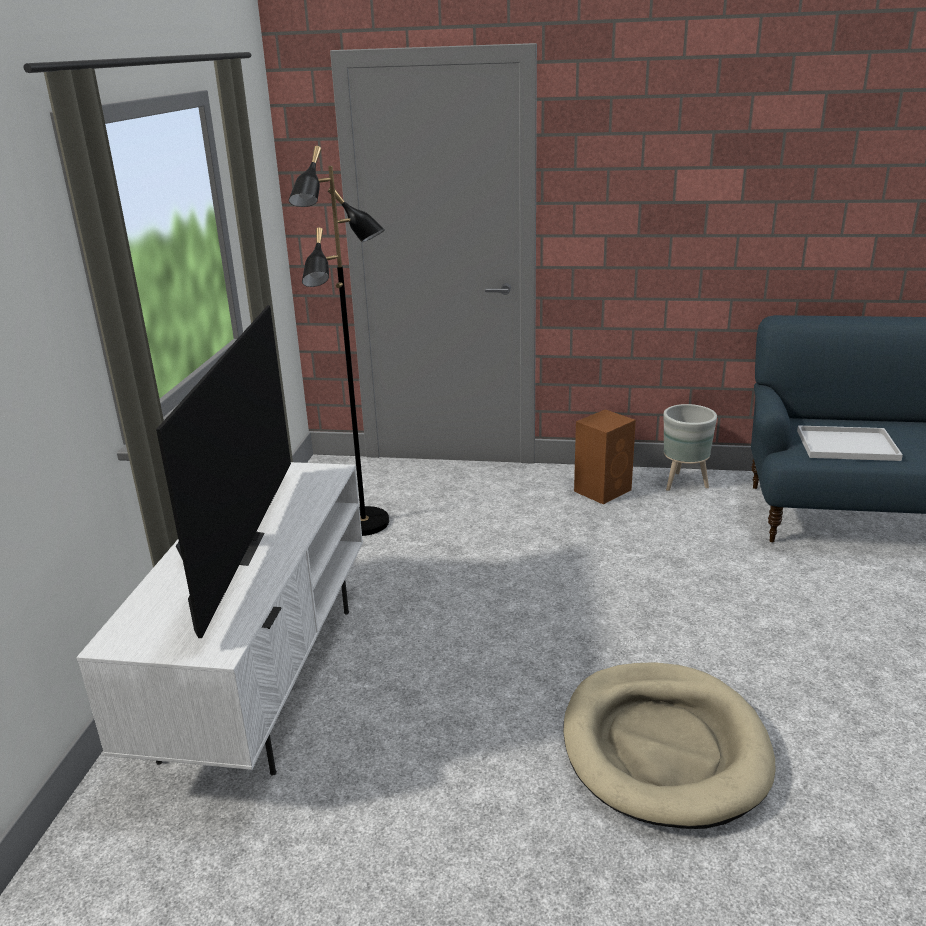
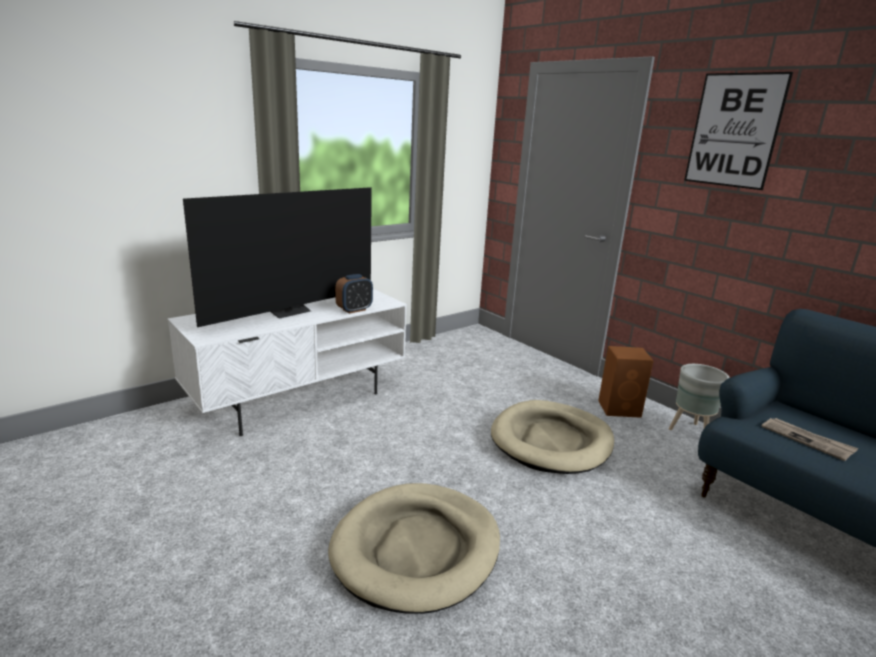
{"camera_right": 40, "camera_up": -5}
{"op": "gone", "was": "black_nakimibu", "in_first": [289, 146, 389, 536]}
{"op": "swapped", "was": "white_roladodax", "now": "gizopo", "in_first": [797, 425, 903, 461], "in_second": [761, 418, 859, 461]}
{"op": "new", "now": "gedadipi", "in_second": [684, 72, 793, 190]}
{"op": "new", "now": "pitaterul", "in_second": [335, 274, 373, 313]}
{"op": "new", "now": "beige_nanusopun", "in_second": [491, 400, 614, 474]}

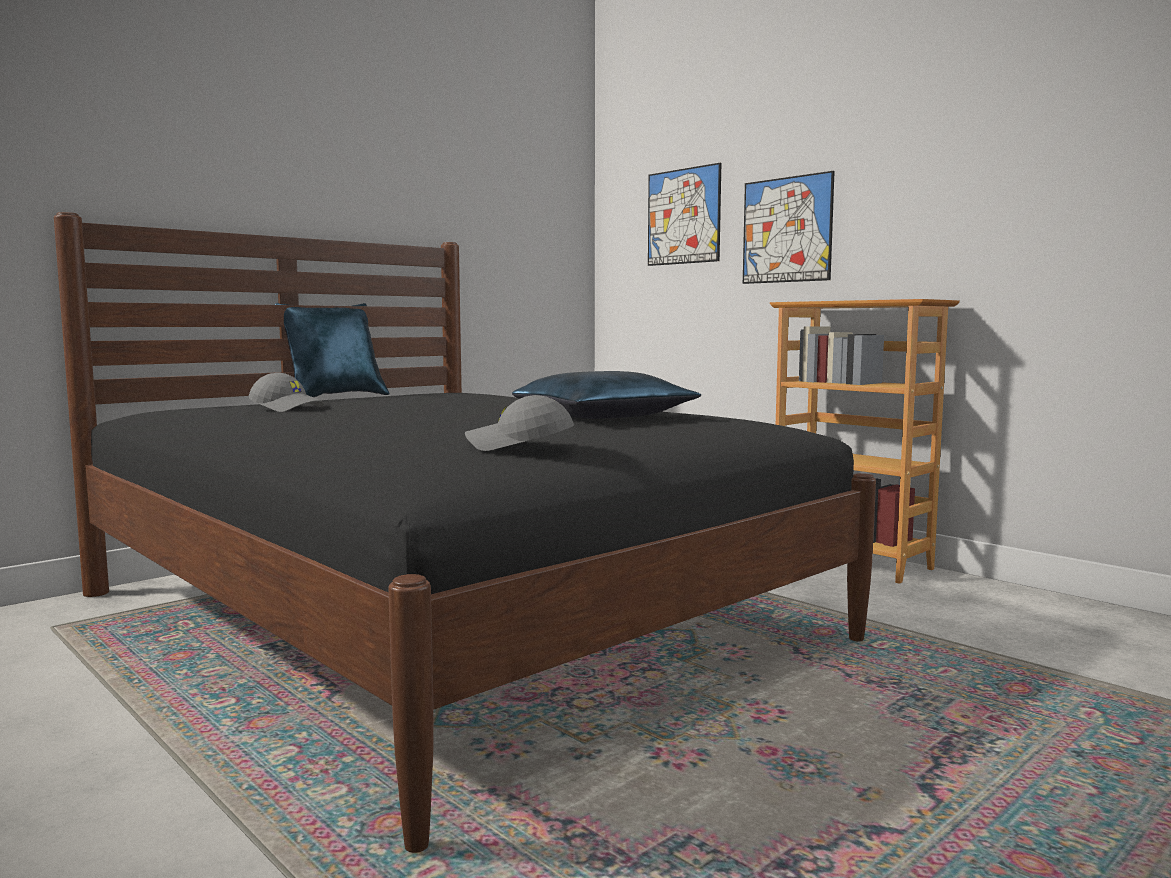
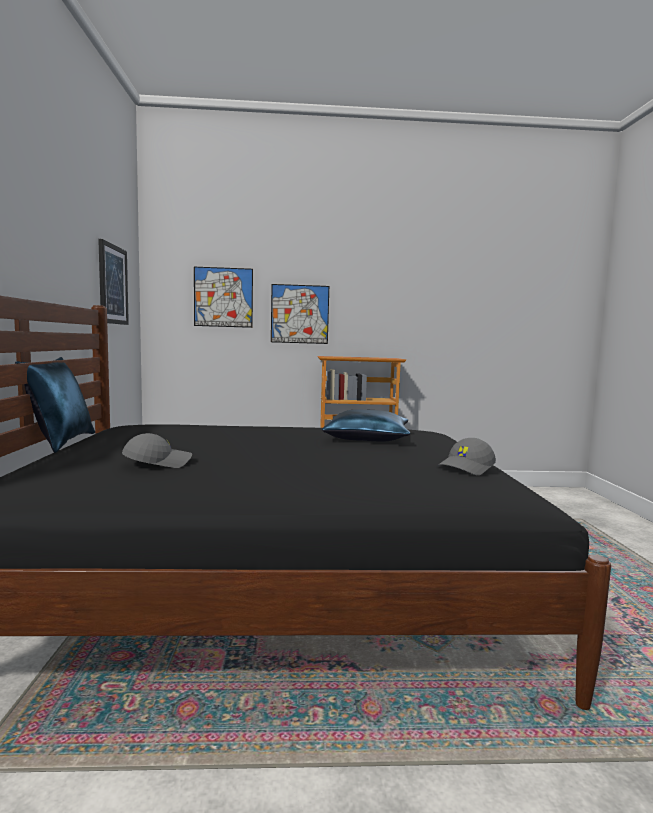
{"camera_right": -50, "camera_up": 0}
{"op": "new", "now": "gedadipi", "in_second": [98, 239, 129, 325]}

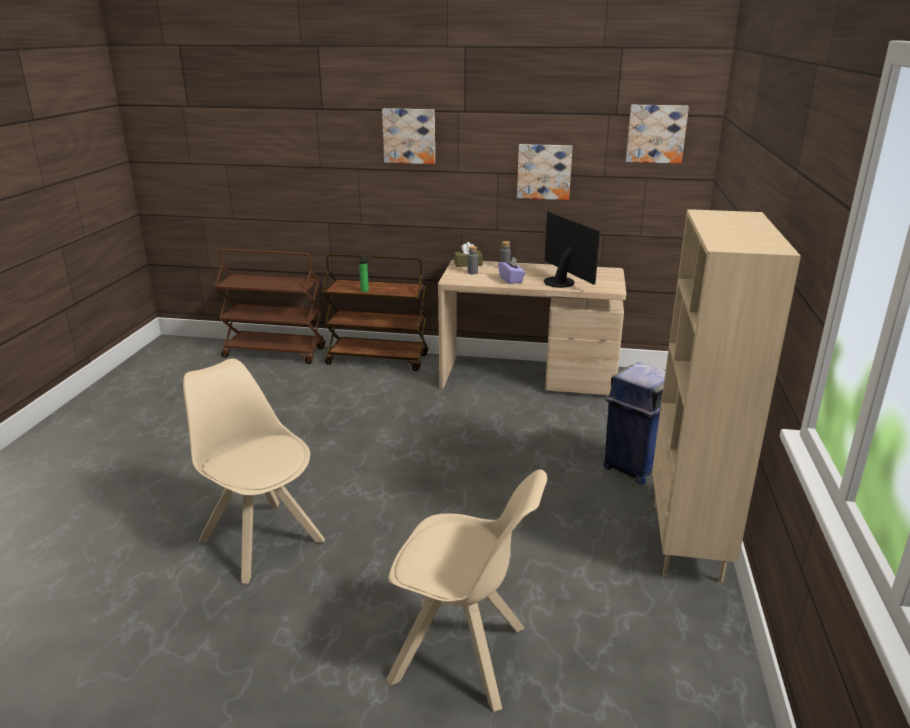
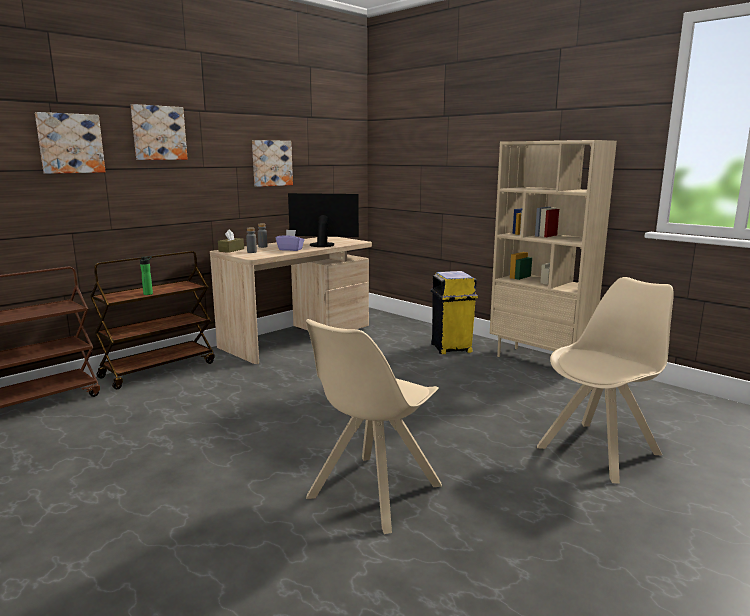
{"camera_right": -55, "camera_up": -10}
{"op": "shifted", "was": "gedadipi", "in_first": [626, 105, 689, 164], "in_second": [35, 112, 106, 174]}
{"op": "rotated", "was": "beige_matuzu", "in_first": [183, 359, 325, 584], "in_second": [306, 319, 442, 534], "clockwise": -45}
{"op": "repainted", "was": "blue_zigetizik", "now": "yellow_zigetizik", "in_first": [604, 362, 665, 484], "in_second": [431, 271, 478, 354]}

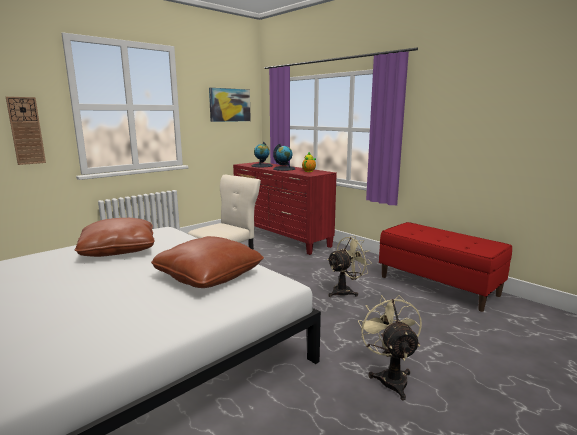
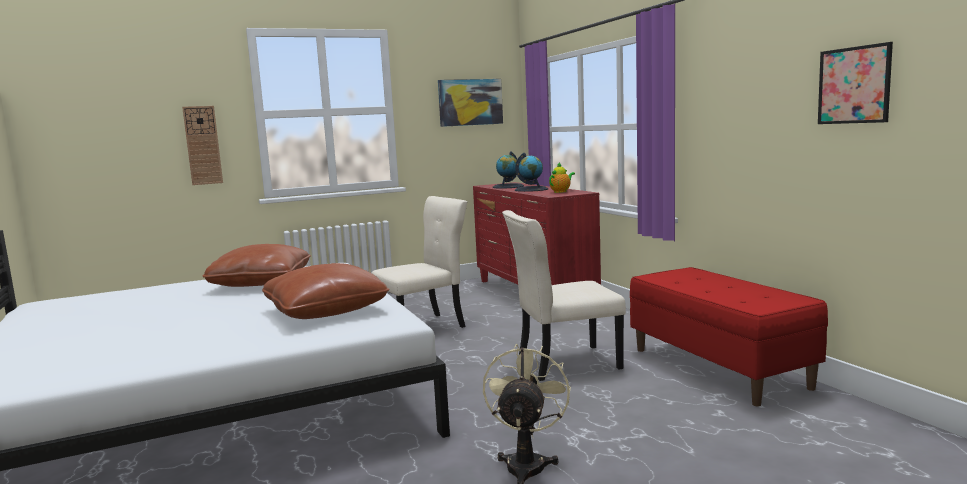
{"camera_right": 20, "camera_up": -5}
{"op": "swapped", "was": "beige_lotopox", "now": "beige_matuzu", "in_first": [327, 236, 372, 297], "in_second": [502, 210, 626, 381]}
{"op": "new", "now": "gedadipi", "in_second": [818, 42, 893, 124]}

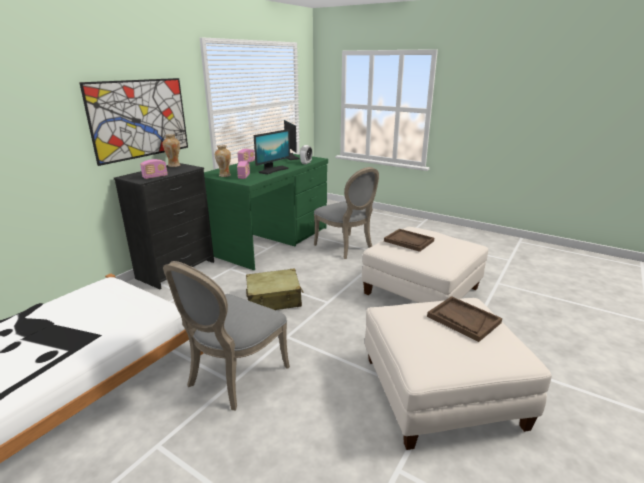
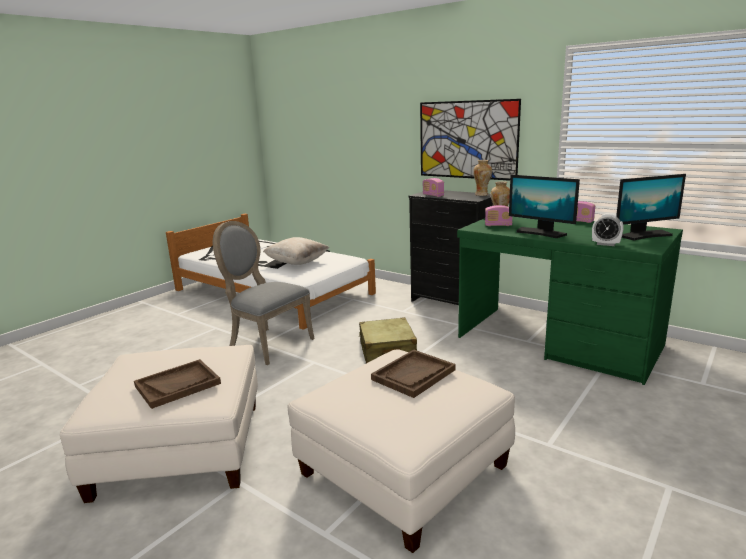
{"camera_right": 95, "camera_up": -5}
{"op": "gone", "was": "grey_matuzu", "in_first": [314, 167, 379, 259]}
{"op": "new", "now": "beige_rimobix", "in_second": [263, 237, 329, 265]}

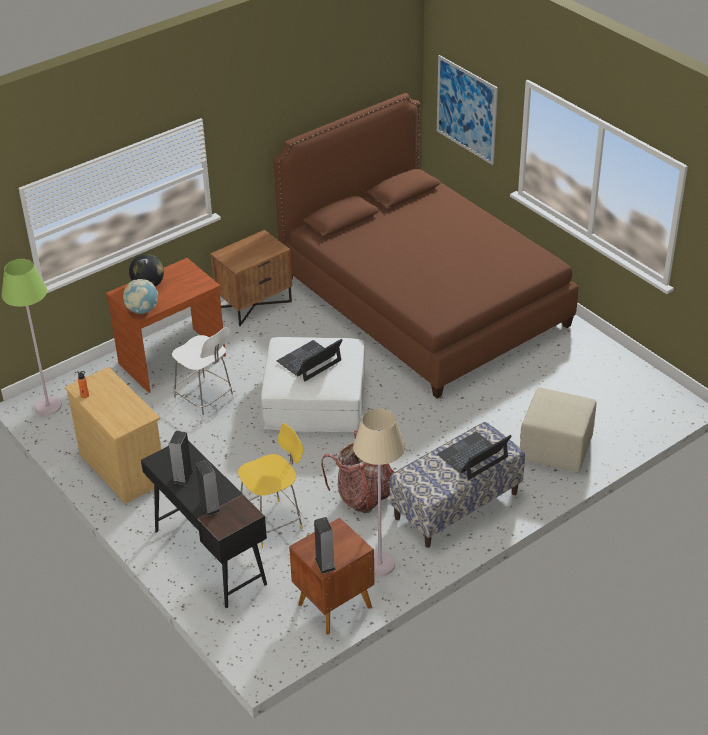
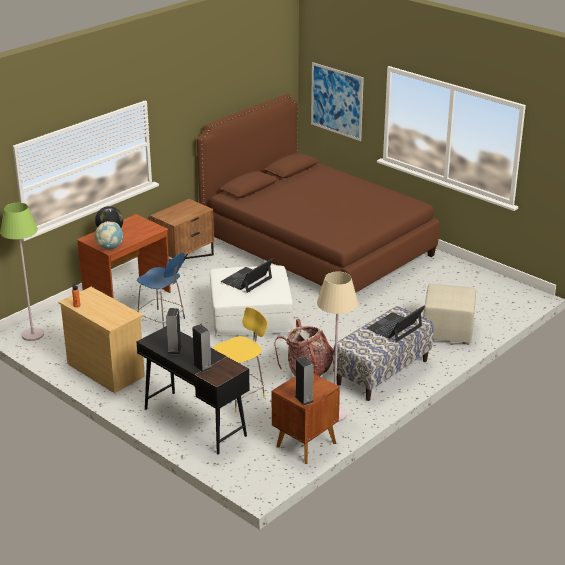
{"camera_right": -10, "camera_up": -10}
{"op": "repainted", "was": "white_matuzu", "now": "blue_matuzu", "in_first": [172, 327, 234, 420], "in_second": [137, 253, 185, 328]}

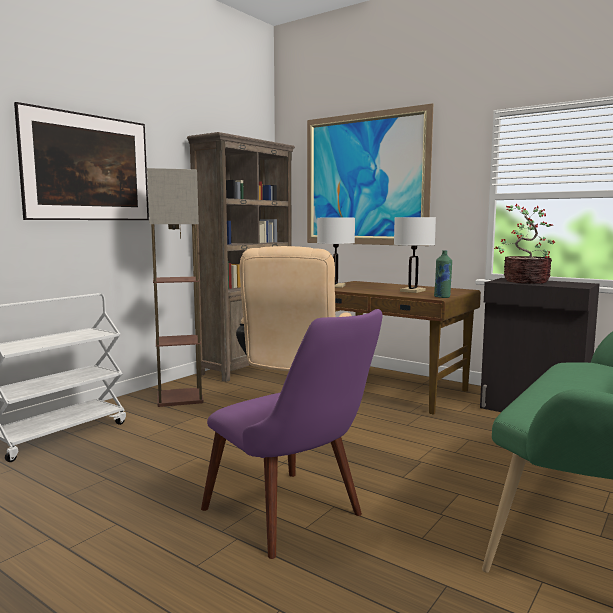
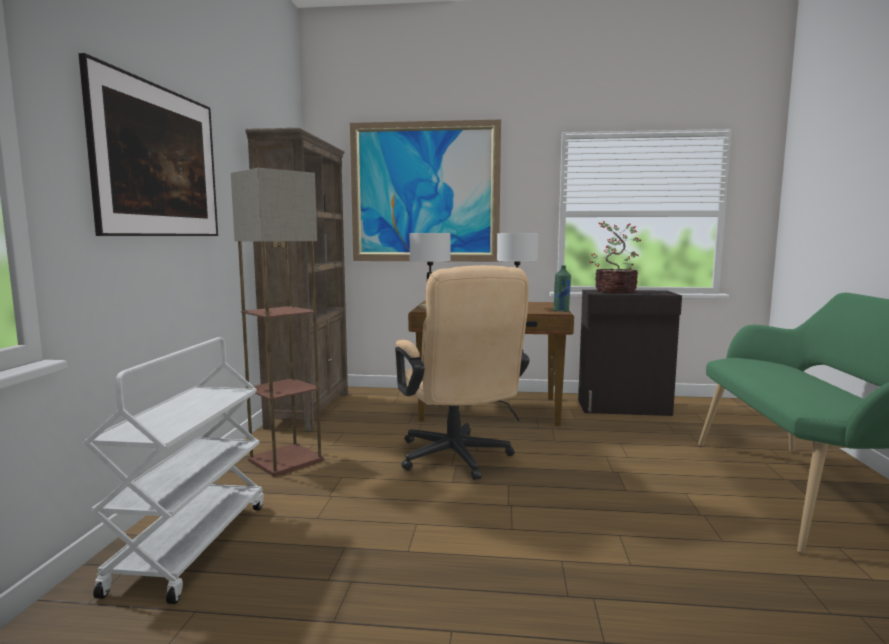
{"camera_right": -30, "camera_up": 0}
{"op": "gone", "was": "purple_matuzu", "in_first": [201, 309, 383, 559]}

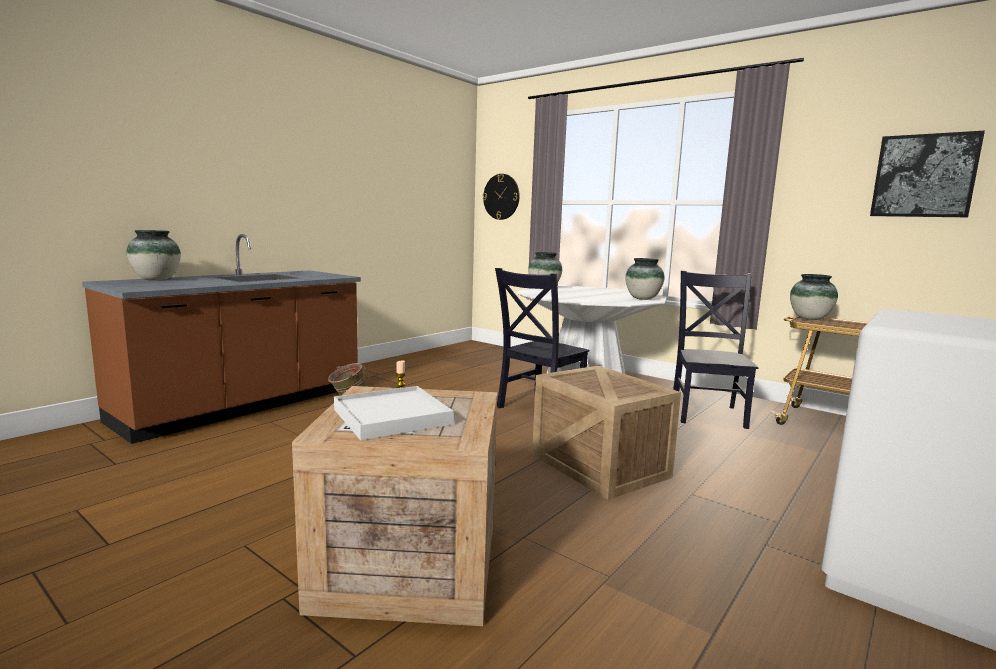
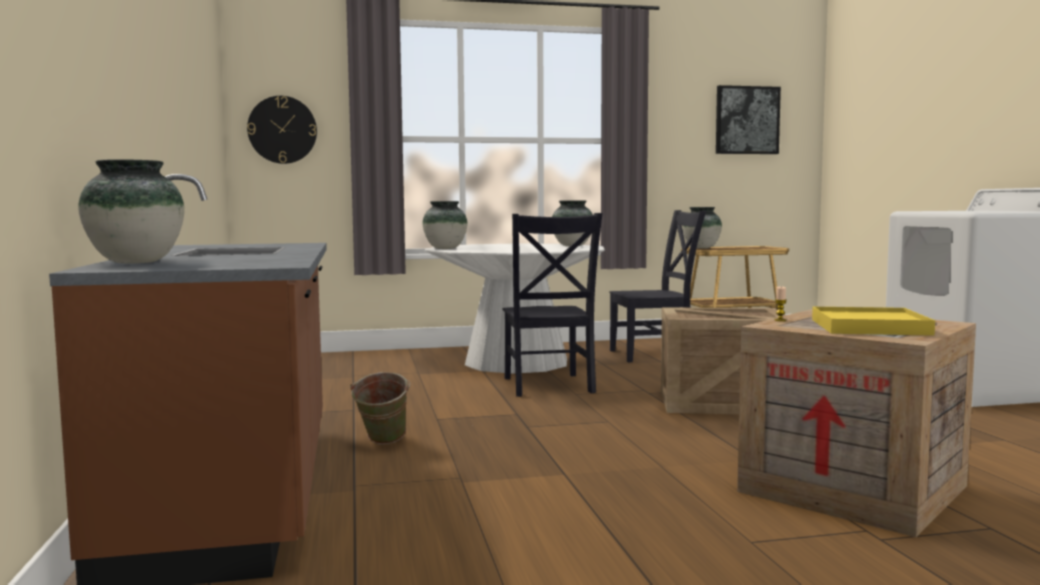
{"camera_right": -50, "camera_up": -5}
{"op": "rotated", "was": "black_matuzu", "in_first": [673, 271, 758, 429], "in_second": [609, 210, 706, 362], "clockwise": 120}
{"op": "repainted", "was": "white_roladodax", "now": "yellow_roladodax", "in_first": [334, 386, 453, 440], "in_second": [812, 307, 935, 336]}

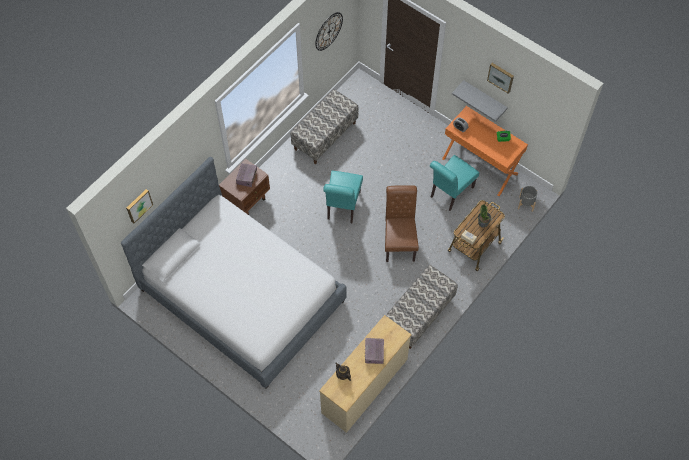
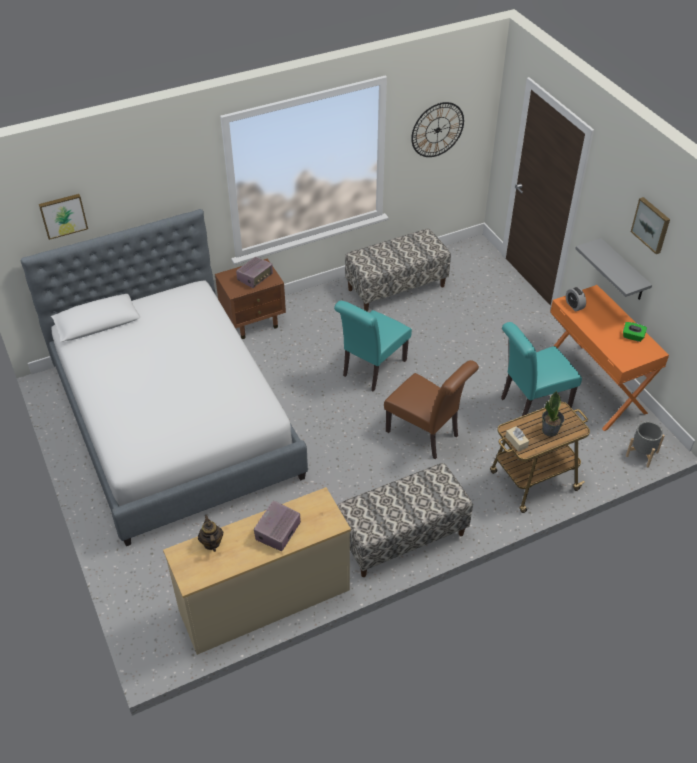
{"camera_right": 25, "camera_up": -15}
{"op": "rotated", "was": "brown_matuzu", "in_first": [385, 185, 419, 262], "in_second": [384, 360, 479, 459], "clockwise": 105}

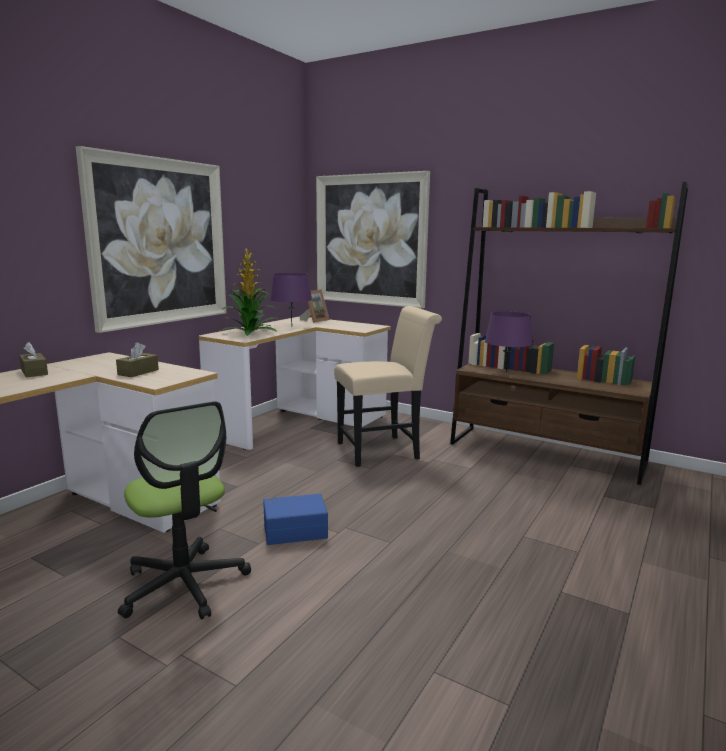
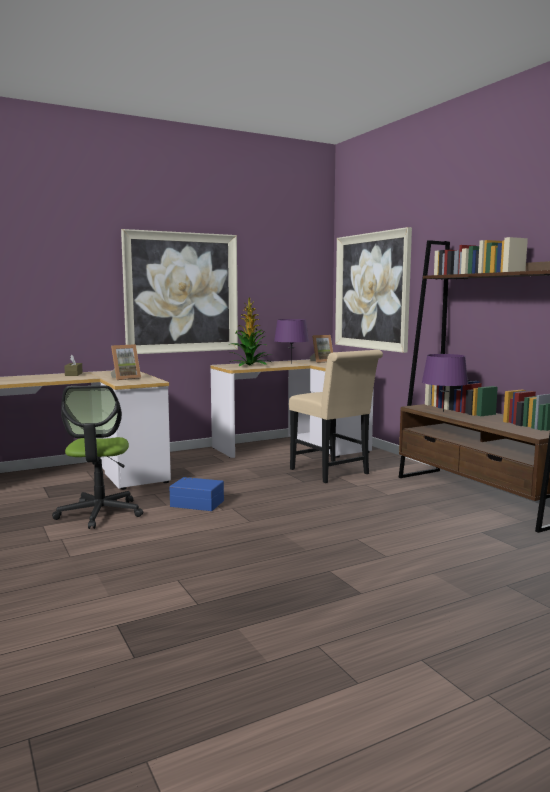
{"camera_right": 30, "camera_up": -5}
{"op": "rotated", "was": "beige_matuzu", "in_first": [334, 306, 442, 467], "in_second": [289, 350, 383, 483], "clockwise": 45}
{"op": "swapped", "was": "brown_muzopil", "now": "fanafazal", "in_first": [116, 342, 159, 377], "in_second": [111, 344, 141, 380]}

